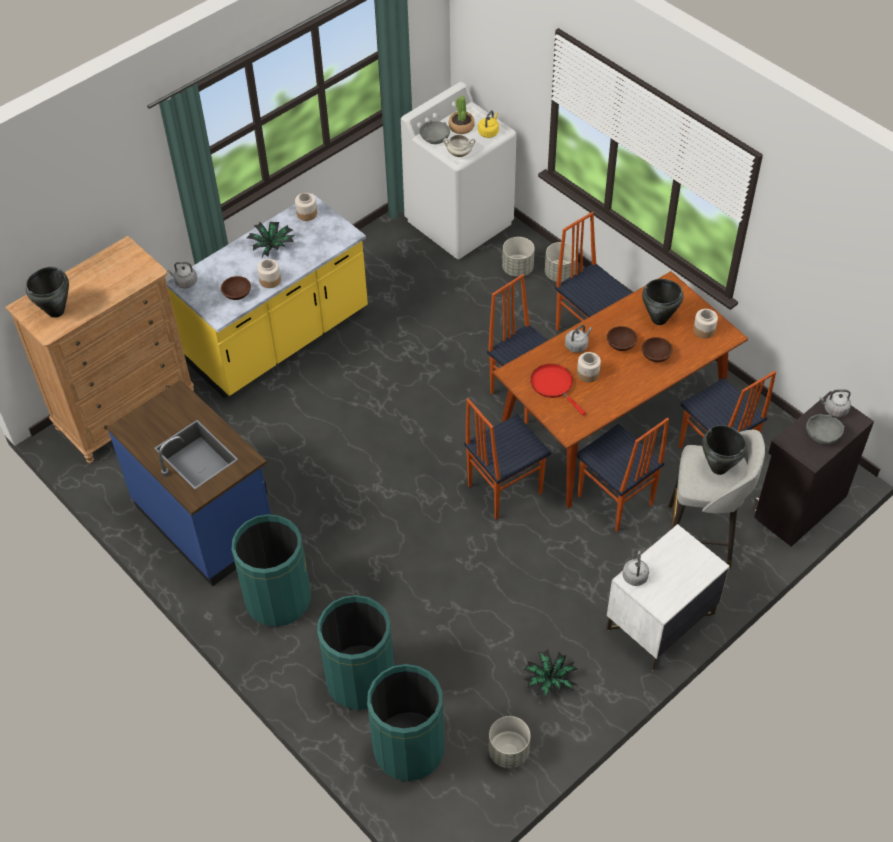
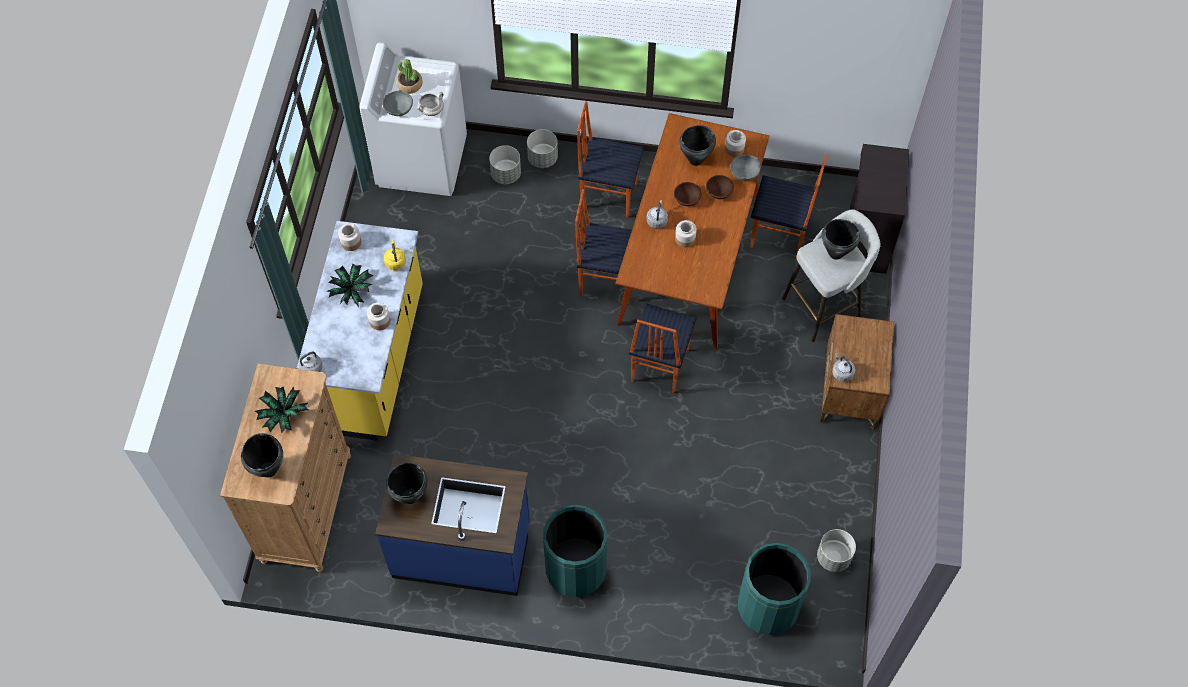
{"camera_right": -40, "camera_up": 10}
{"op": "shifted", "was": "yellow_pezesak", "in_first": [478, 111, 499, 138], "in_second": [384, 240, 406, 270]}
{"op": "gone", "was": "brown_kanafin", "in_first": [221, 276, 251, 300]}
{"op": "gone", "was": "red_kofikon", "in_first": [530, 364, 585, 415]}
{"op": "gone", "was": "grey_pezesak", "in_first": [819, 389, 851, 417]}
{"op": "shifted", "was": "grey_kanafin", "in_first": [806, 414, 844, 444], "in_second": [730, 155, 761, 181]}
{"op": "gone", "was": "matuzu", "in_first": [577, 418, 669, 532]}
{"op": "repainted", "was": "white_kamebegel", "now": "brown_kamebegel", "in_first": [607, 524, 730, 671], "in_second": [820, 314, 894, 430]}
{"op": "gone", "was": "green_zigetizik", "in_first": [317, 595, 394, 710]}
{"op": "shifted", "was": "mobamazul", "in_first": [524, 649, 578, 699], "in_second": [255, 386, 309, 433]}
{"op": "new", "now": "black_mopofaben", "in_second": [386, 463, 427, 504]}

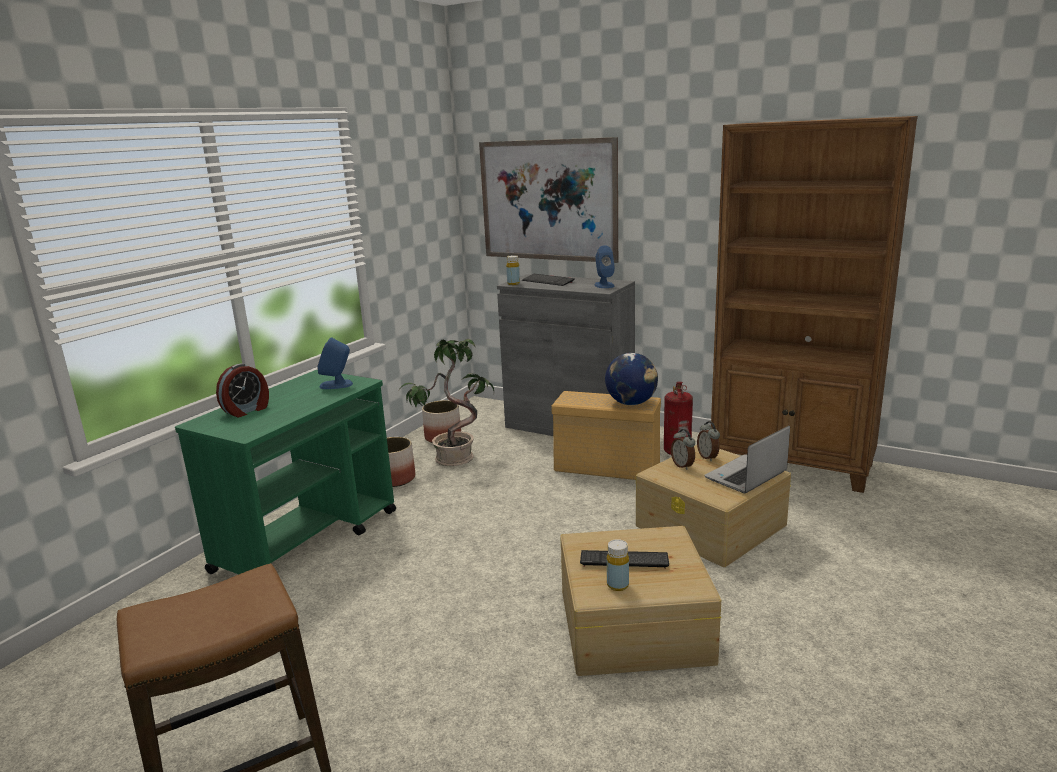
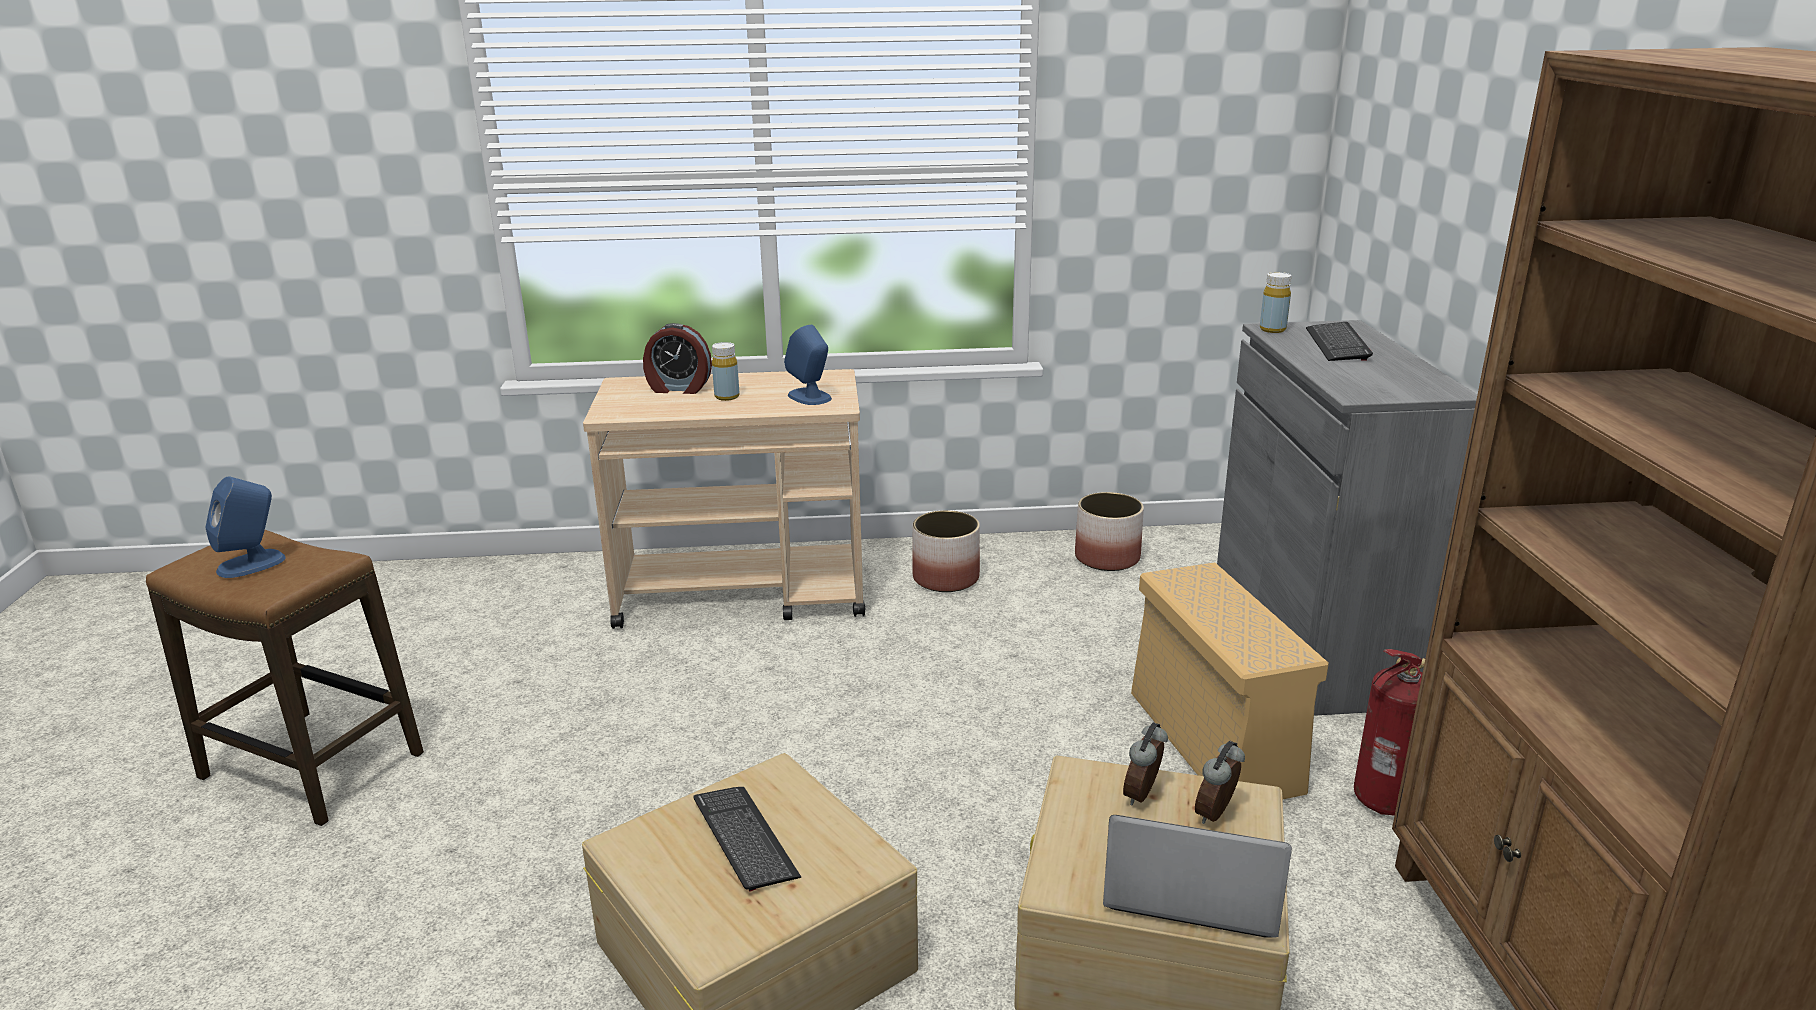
{"camera_right": 55, "camera_up": 5}
{"op": "gone", "was": "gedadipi", "in_first": [479, 137, 618, 263]}
{"op": "shifted", "was": "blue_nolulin", "in_first": [594, 245, 615, 288], "in_second": [205, 476, 285, 578]}
{"op": "gone", "was": "mobamazul", "in_first": [400, 339, 494, 466]}
{"op": "gone", "was": "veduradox", "in_first": [605, 353, 658, 405]}
{"op": "repainted", "was": "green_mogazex", "now": "beige_mogazex", "in_first": [175, 370, 396, 574], "in_second": [583, 369, 865, 629]}
{"op": "shifted", "was": "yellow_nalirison", "in_first": [607, 539, 629, 591], "in_second": [712, 342, 740, 401]}

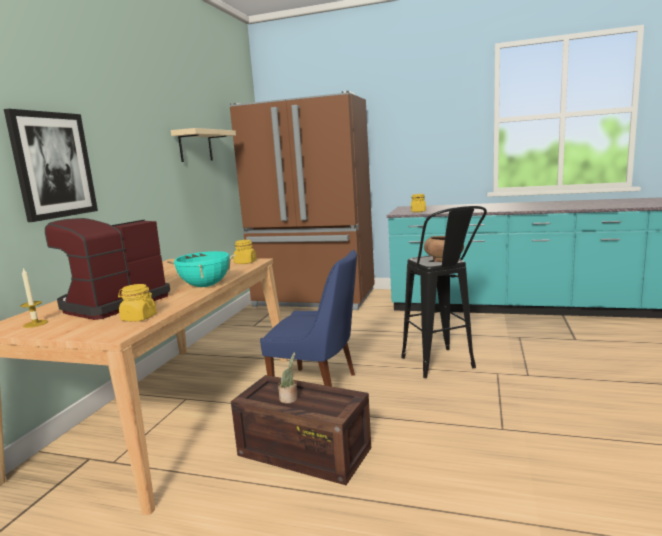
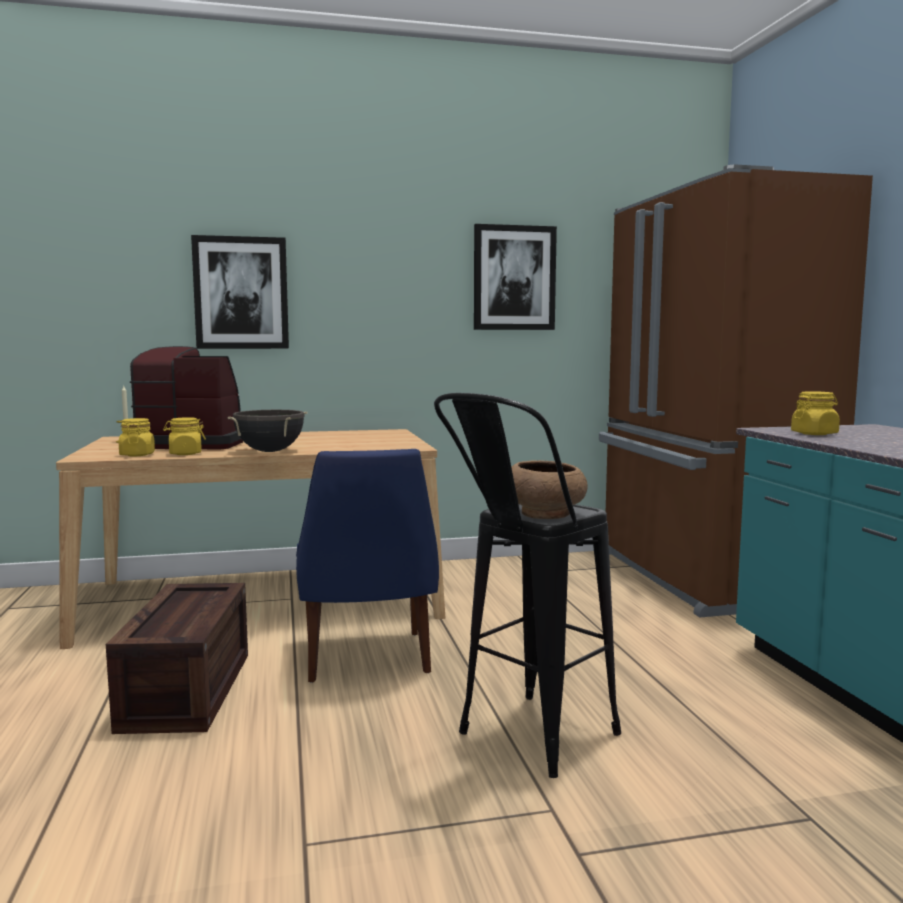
{"camera_right": 60, "camera_up": -5}
{"op": "swapped", "was": "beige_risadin", "now": "gedadipi", "in_first": [171, 128, 236, 162], "in_second": [474, 224, 557, 330]}
{"op": "shifted", "was": "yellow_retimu", "in_first": [233, 240, 256, 264], "in_second": [163, 417, 206, 455]}
{"op": "repainted", "was": "turquoise_mopofaben", "now": "black_mopofaben", "in_first": [167, 251, 236, 287], "in_second": [228, 410, 307, 452]}
{"op": "gone", "was": "mobamazul", "in_first": [278, 352, 298, 403]}

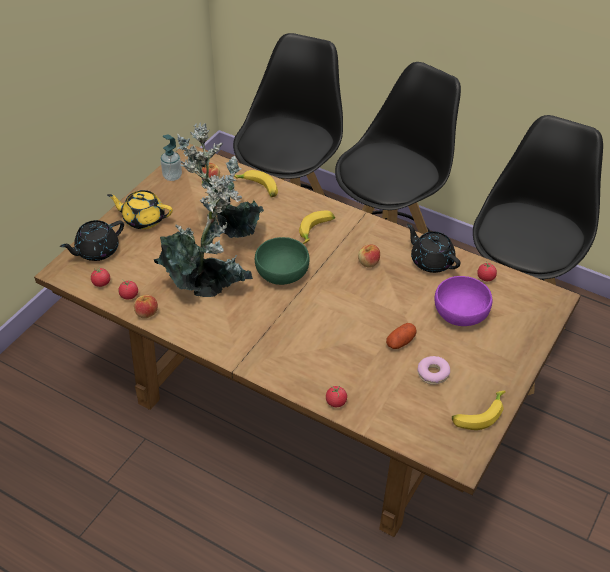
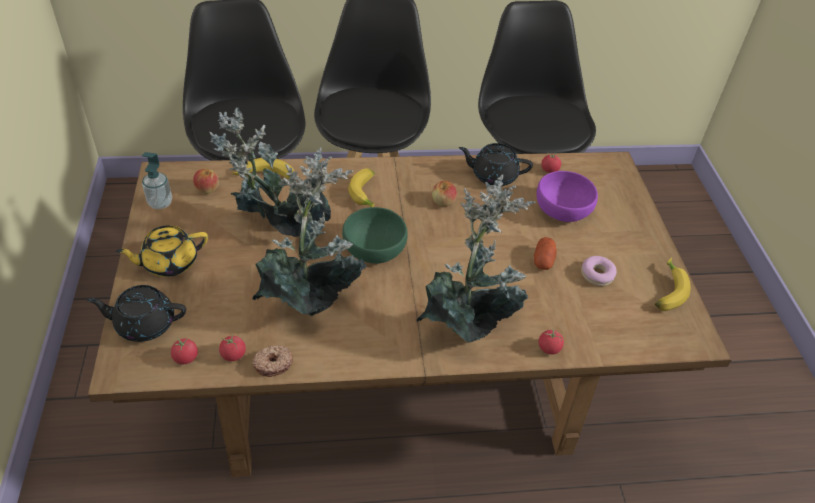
{"camera_right": -40, "camera_up": 0}
{"op": "rotated", "was": "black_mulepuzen", "in_first": [60, 220, 124, 261], "in_second": [86, 285, 186, 342], "clockwise": 75}
{"op": "swapped", "was": "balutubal", "now": "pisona", "in_first": [134, 295, 158, 318], "in_second": [252, 345, 293, 377]}
{"op": "new", "now": "mobamazul", "in_second": [416, 175, 536, 342]}

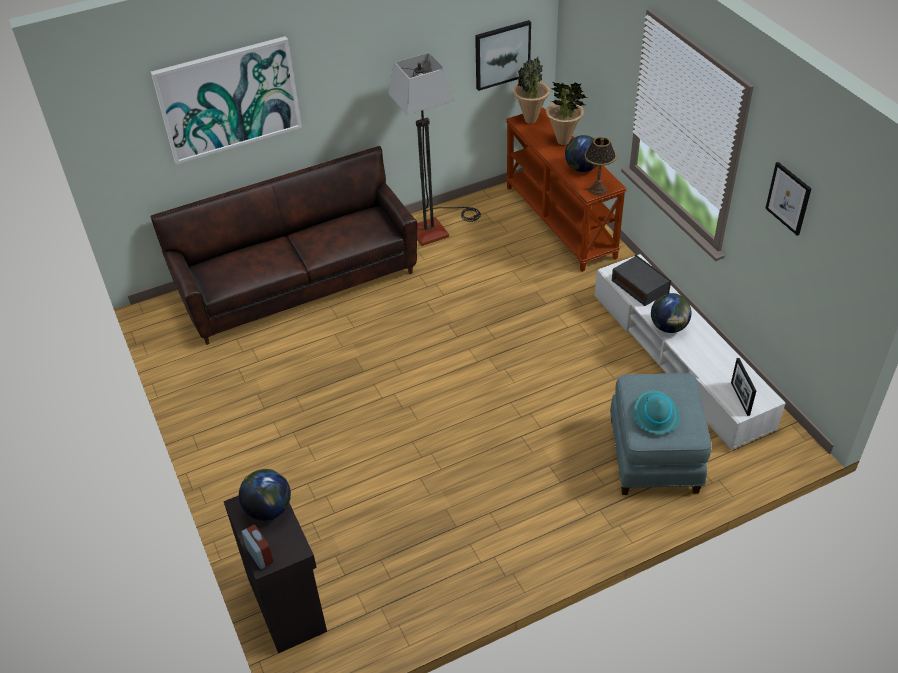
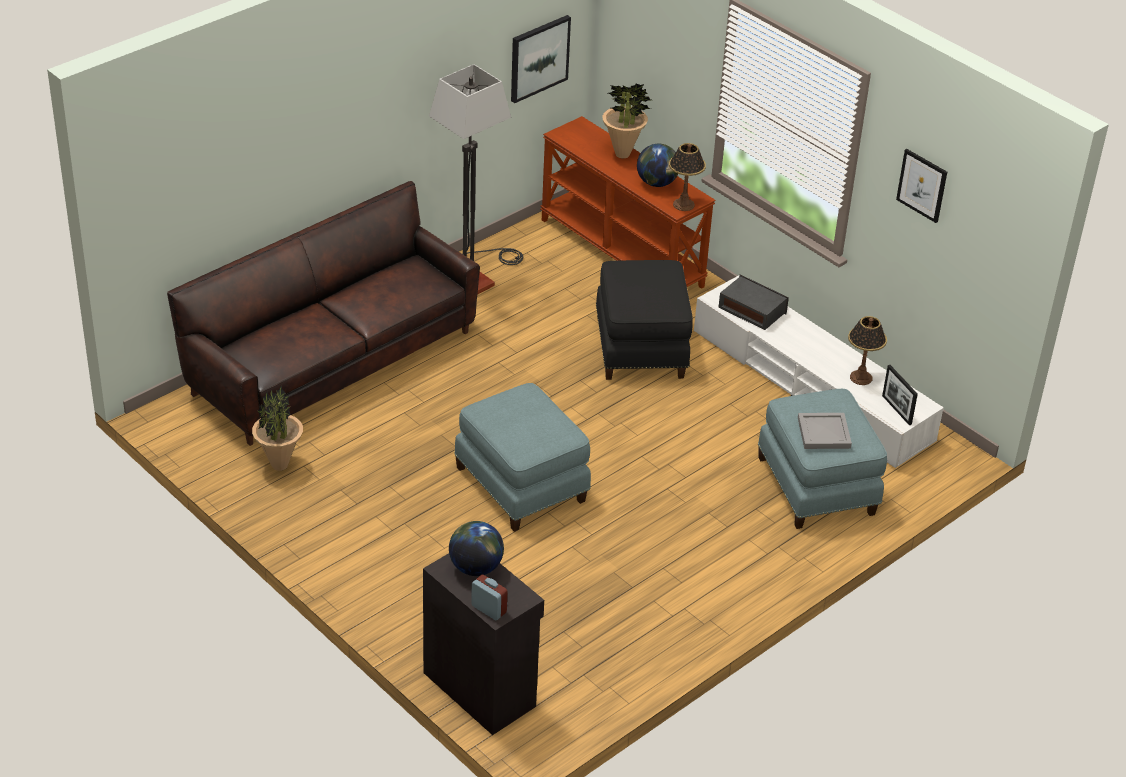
{"camera_right": -20, "camera_up": -5}
{"op": "gone", "was": "gedadipi", "in_first": [151, 36, 302, 164]}
{"op": "shifted", "was": "mobamazul", "in_first": [513, 57, 550, 124], "in_second": [252, 385, 303, 471]}
{"op": "gone", "was": "veduradox", "in_first": [651, 293, 692, 333]}
{"op": "swapped", "was": "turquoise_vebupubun", "now": "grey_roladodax", "in_first": [634, 390, 680, 434], "in_second": [798, 413, 852, 449]}
{"op": "new", "now": "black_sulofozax", "in_second": [596, 260, 693, 380]}
{"op": "new", "now": "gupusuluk", "in_second": [848, 316, 887, 385]}
{"op": "new", "now": "blue_sulofozax", "in_second": [455, 383, 591, 532]}

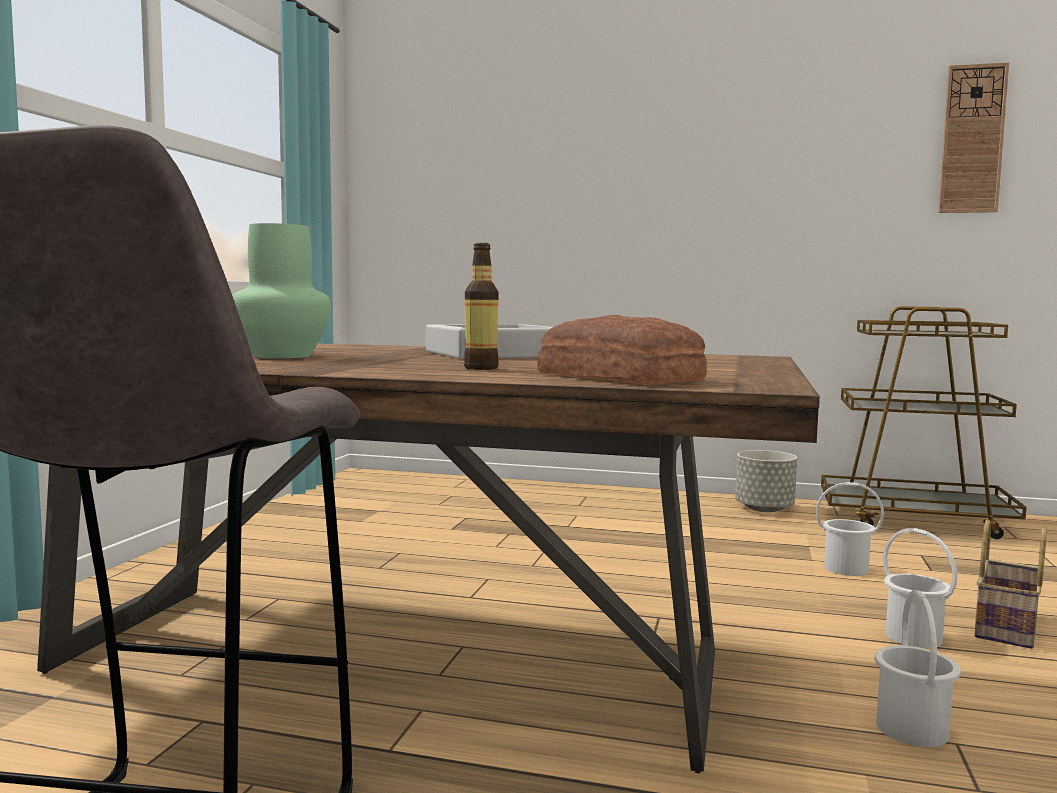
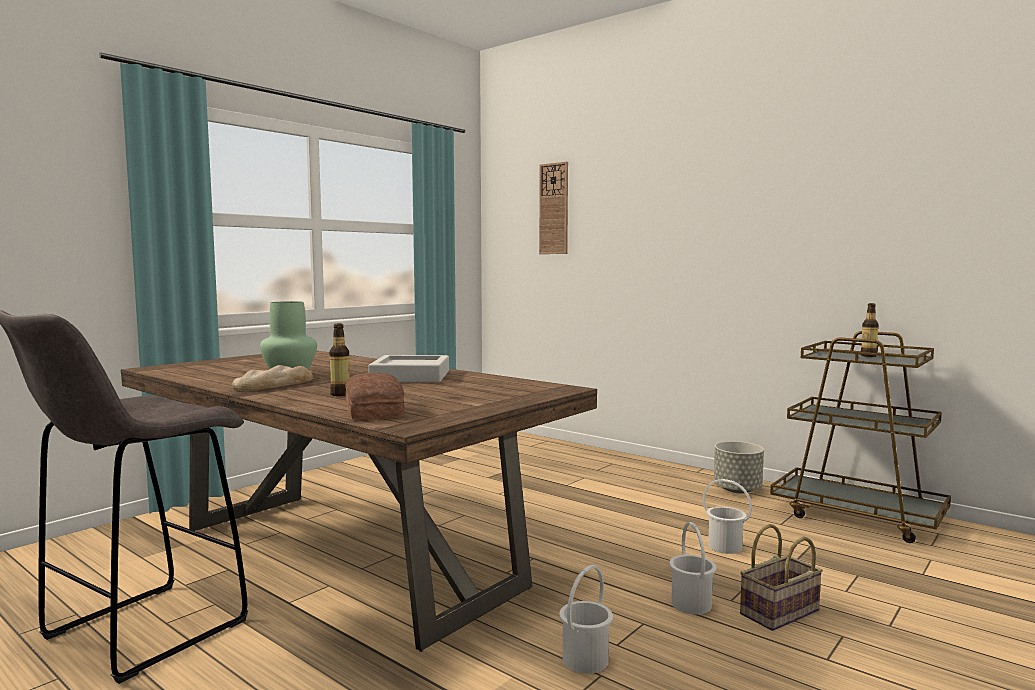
{"camera_right": 25, "camera_up": 0}
{"op": "shifted", "was": "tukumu", "in_first": [938, 62, 1009, 213], "in_second": [539, 162, 568, 254]}
{"op": "new", "now": "nalirison", "in_second": [861, 303, 878, 357]}
{"op": "new", "now": "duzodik", "in_second": [232, 365, 313, 391]}

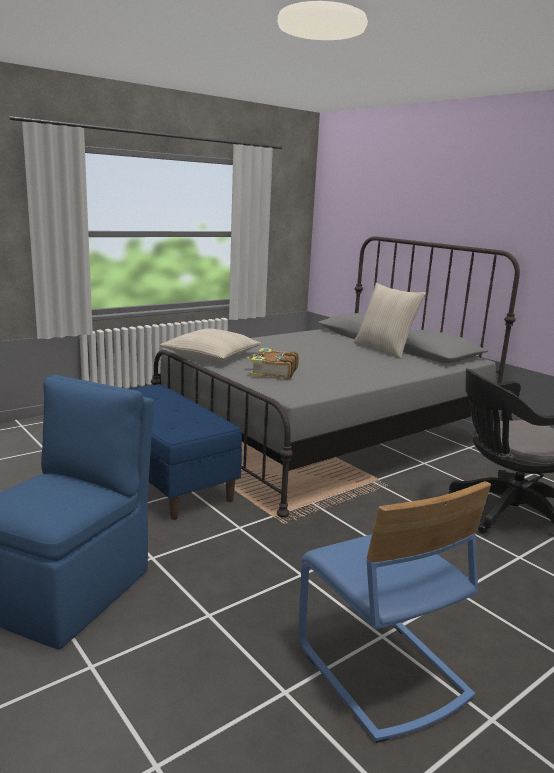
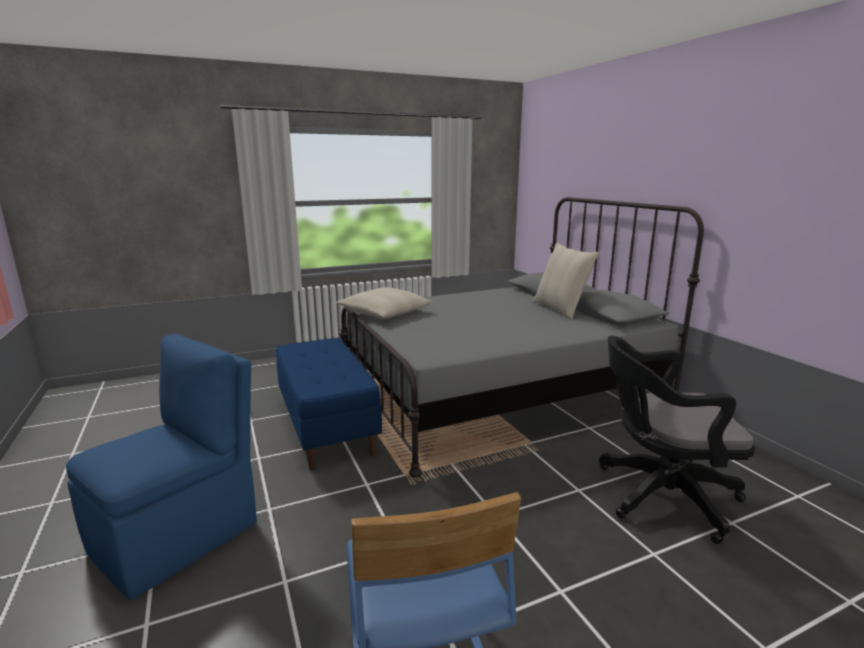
{"camera_right": 15, "camera_up": 0}
{"op": "gone", "was": "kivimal", "in_first": [247, 348, 299, 379]}

